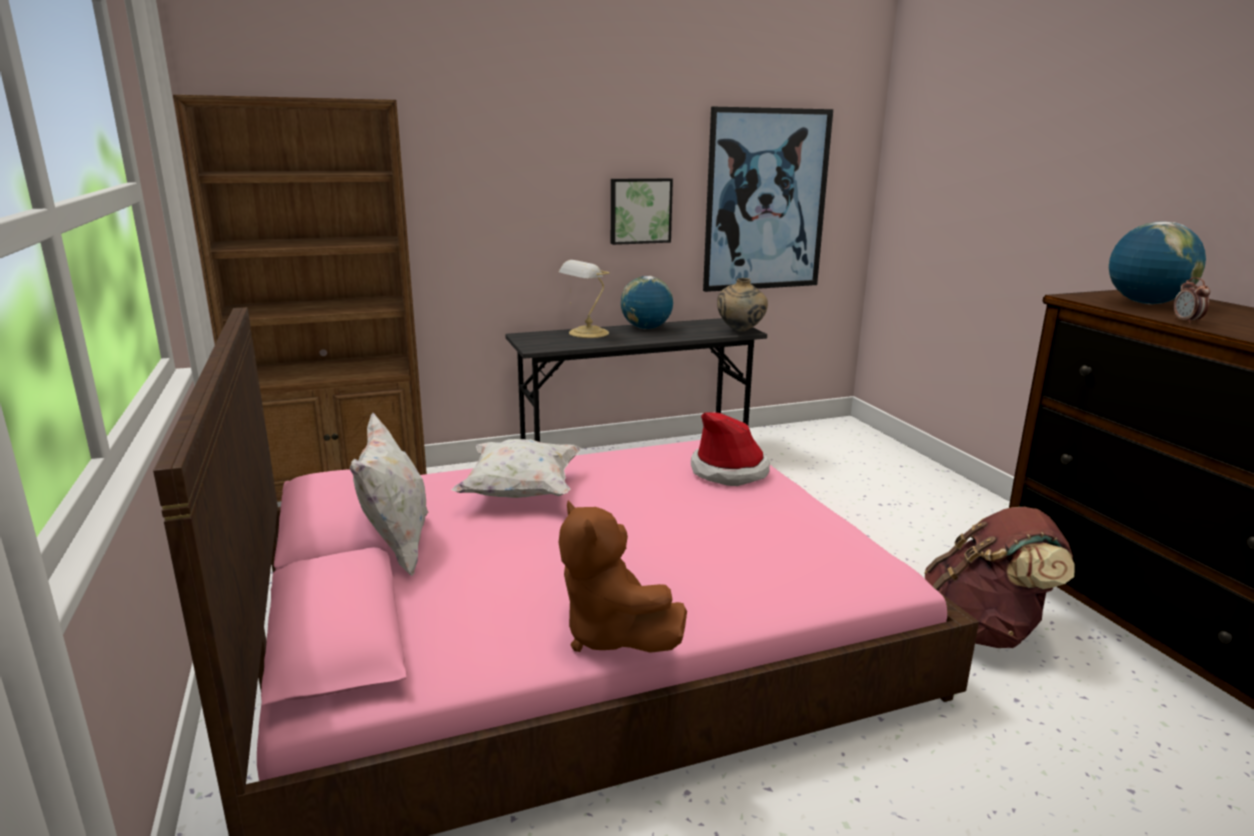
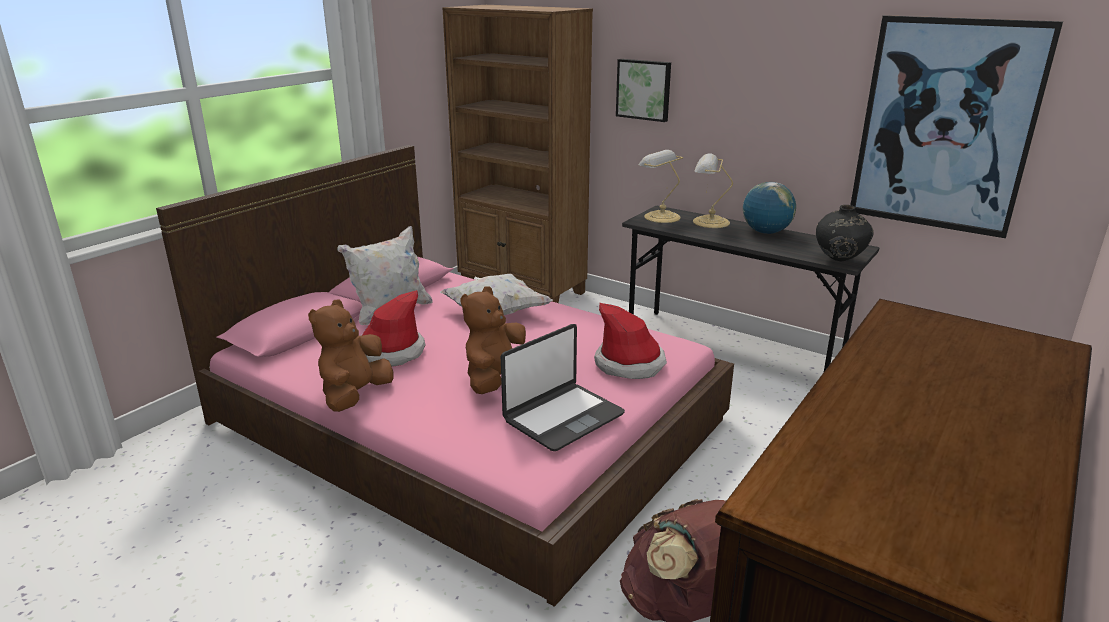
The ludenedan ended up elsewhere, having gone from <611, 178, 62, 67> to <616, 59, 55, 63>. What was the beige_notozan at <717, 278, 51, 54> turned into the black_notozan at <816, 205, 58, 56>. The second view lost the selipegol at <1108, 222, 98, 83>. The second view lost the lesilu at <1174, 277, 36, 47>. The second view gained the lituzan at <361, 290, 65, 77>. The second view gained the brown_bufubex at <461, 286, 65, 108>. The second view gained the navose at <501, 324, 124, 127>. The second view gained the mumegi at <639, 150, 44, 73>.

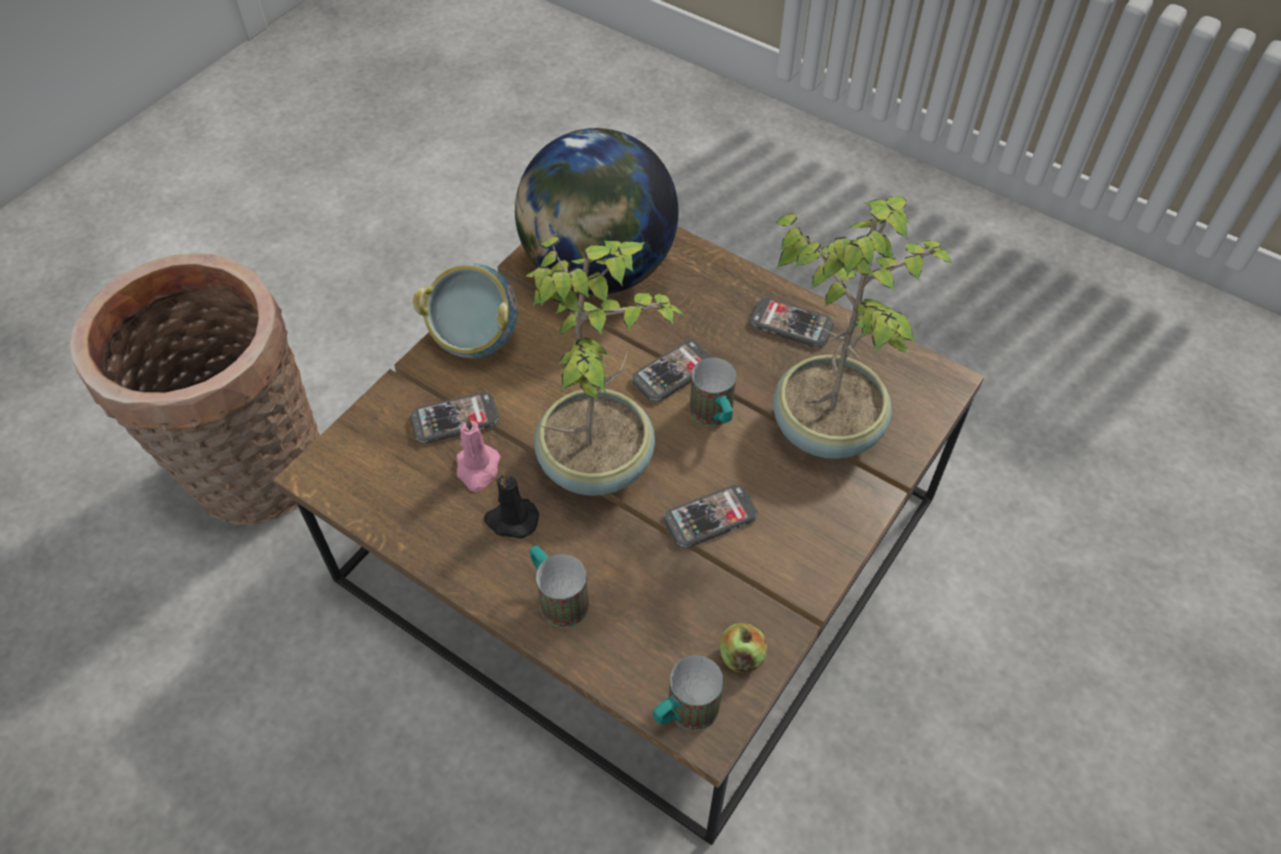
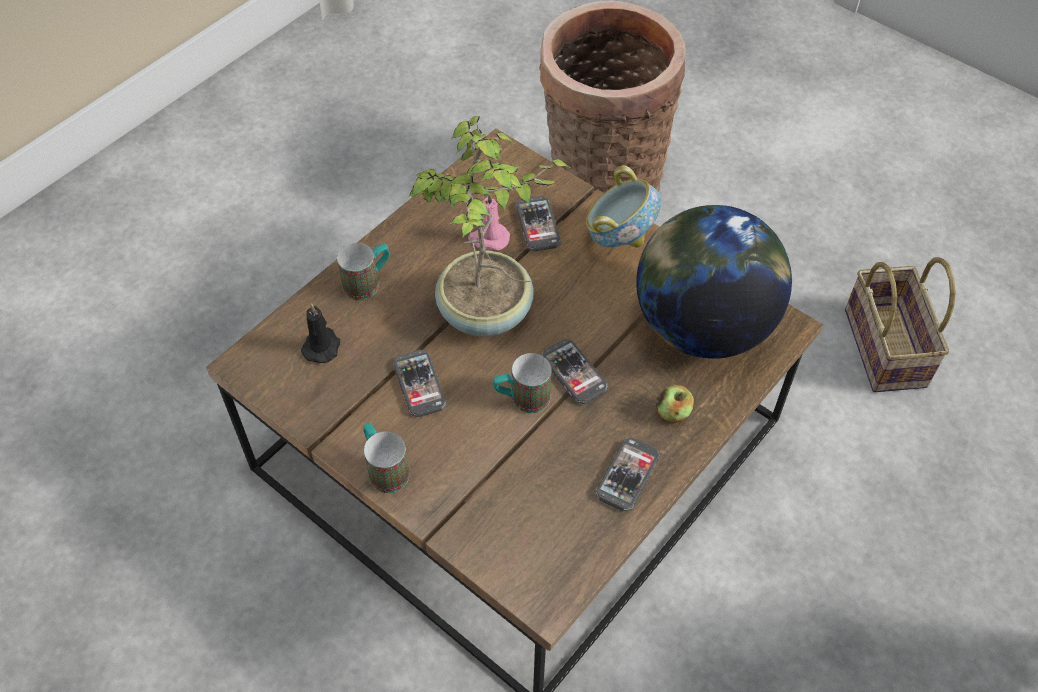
The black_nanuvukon ended up elsewhere, having gone from <484, 471, 55, 68> to <301, 303, 39, 60>. The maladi ended up elsewhere, having gone from <653, 655, 70, 76> to <363, 423, 47, 70>. The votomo ended up elsewhere, having gone from <719, 623, 48, 50> to <656, 385, 38, 38>. The second view lost the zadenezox at <773, 195, 182, 264>. The second view gained the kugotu at <845, 257, 111, 135>.

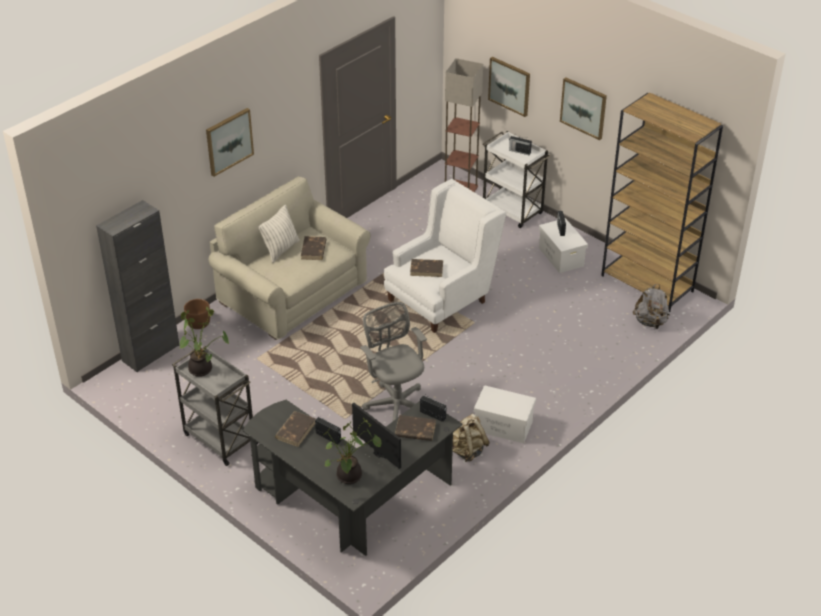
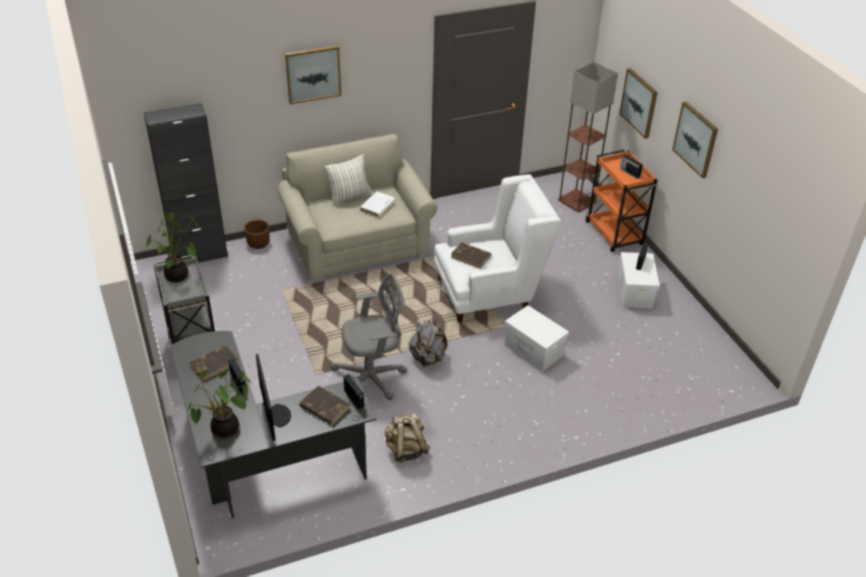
What was the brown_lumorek at <301, 236, 25, 24> turned into the white_lumorek at <360, 191, 35, 26>. The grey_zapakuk at <360, 302, 67, 120> ended up facing another way, 75 degrees clockwise from before. The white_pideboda ended up elsewhere, having gone from <474, 385, 62, 58> to <504, 305, 65, 66>. What was the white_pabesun at <483, 131, 67, 97> turned into the orange_pabesun at <585, 150, 73, 102>. The second view lost the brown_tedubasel at <601, 93, 122, 219>. The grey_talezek ended up elsewhere, having gone from <633, 284, 37, 45> to <409, 318, 38, 49>.

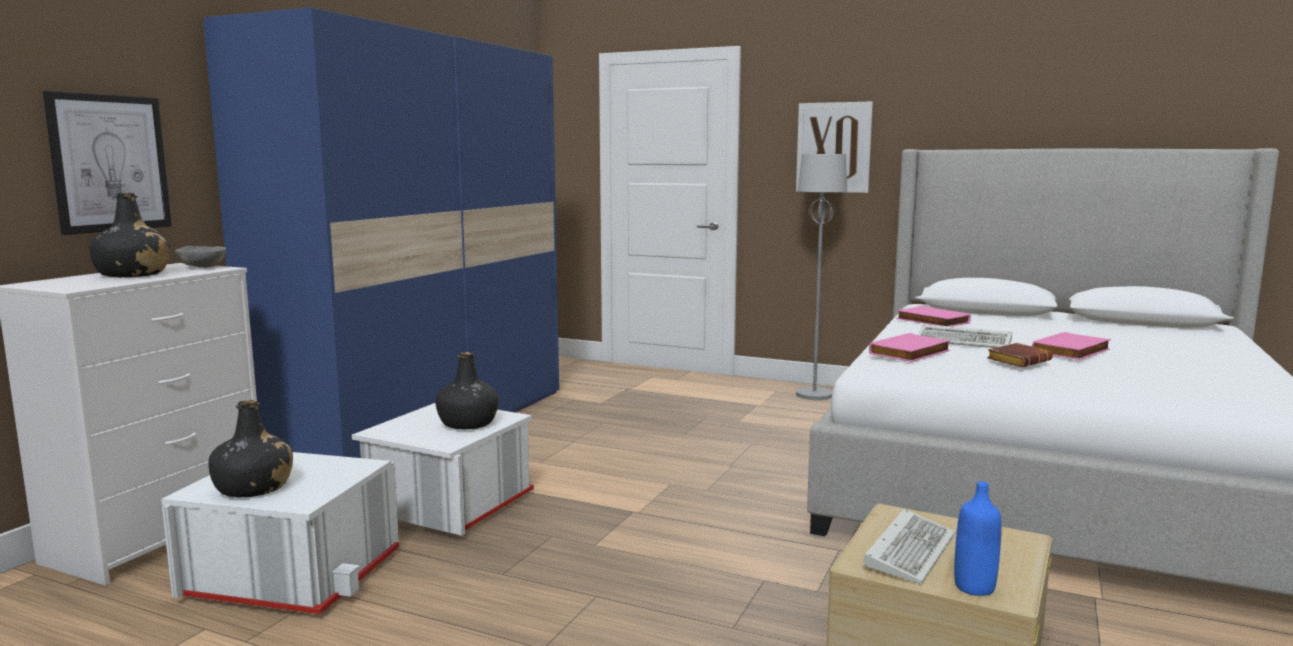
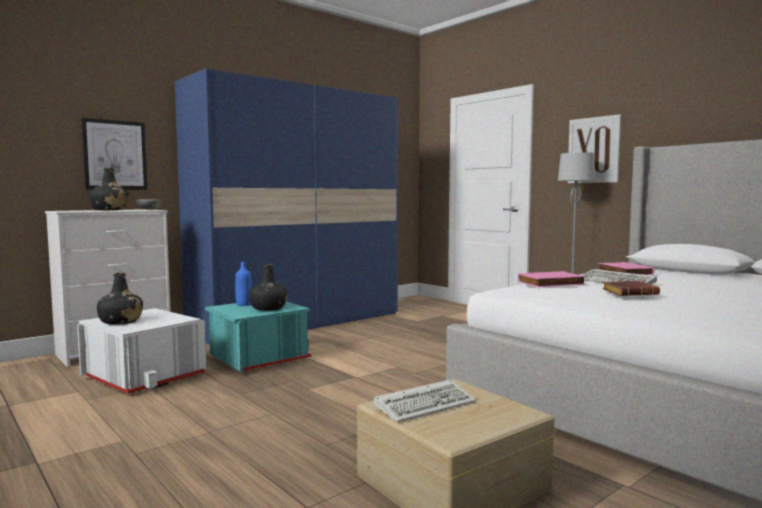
What was the white_pideboda at <352, 403, 182, 133> turned into the turquoise_pideboda at <205, 301, 106, 71>. The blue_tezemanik ended up elsewhere, having gone from <954, 481, 47, 115> to <235, 262, 17, 44>. The second view lost the pink_lumorek at <1032, 332, 79, 28>.

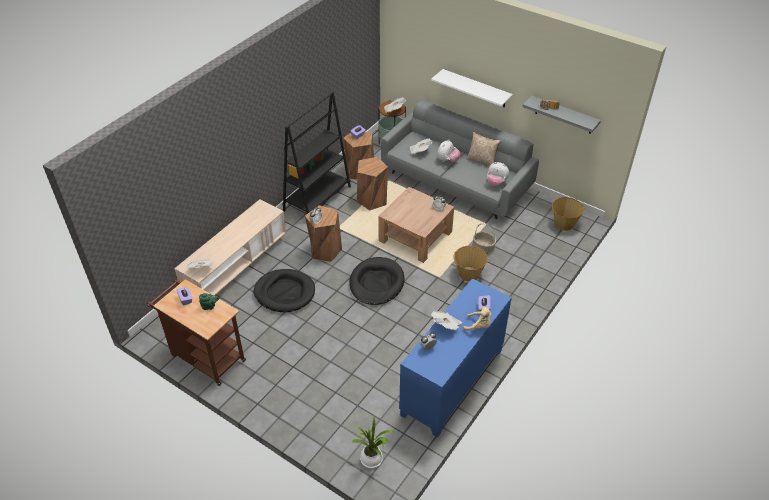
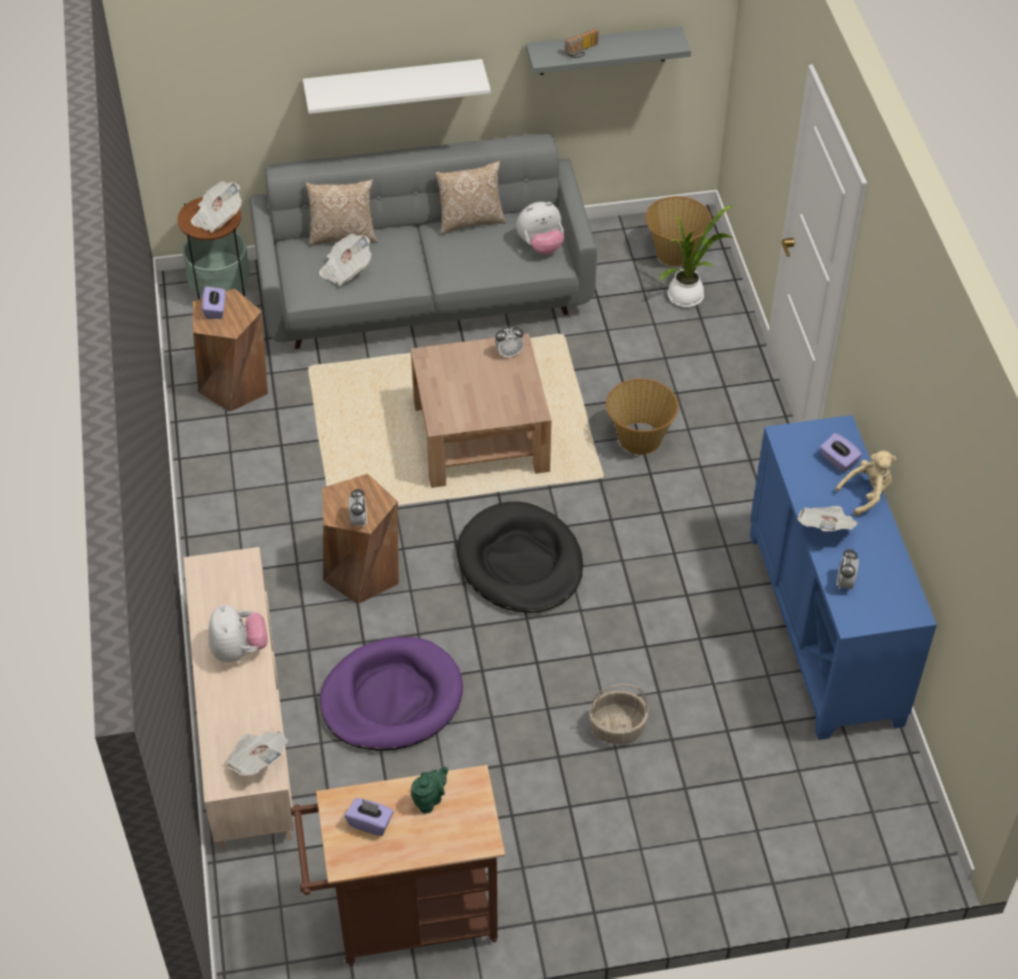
What was the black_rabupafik at <253, 269, 62, 43> turned into the purple_rabupafik at <320, 637, 143, 114>. The second view lost the black_tedubasel at <283, 92, 68, 122>. The zadenezox ended up elsewhere, having gone from <352, 414, 42, 54> to <660, 205, 74, 103>. The second view lost the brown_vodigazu at <357, 157, 31, 54>. The bufubex ended up elsewhere, having gone from <437, 139, 23, 23> to <209, 605, 59, 57>. The kugotu ended up elsewhere, having gone from <473, 223, 23, 30> to <589, 684, 59, 60>. The second view gained the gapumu at <305, 180, 73, 66>.

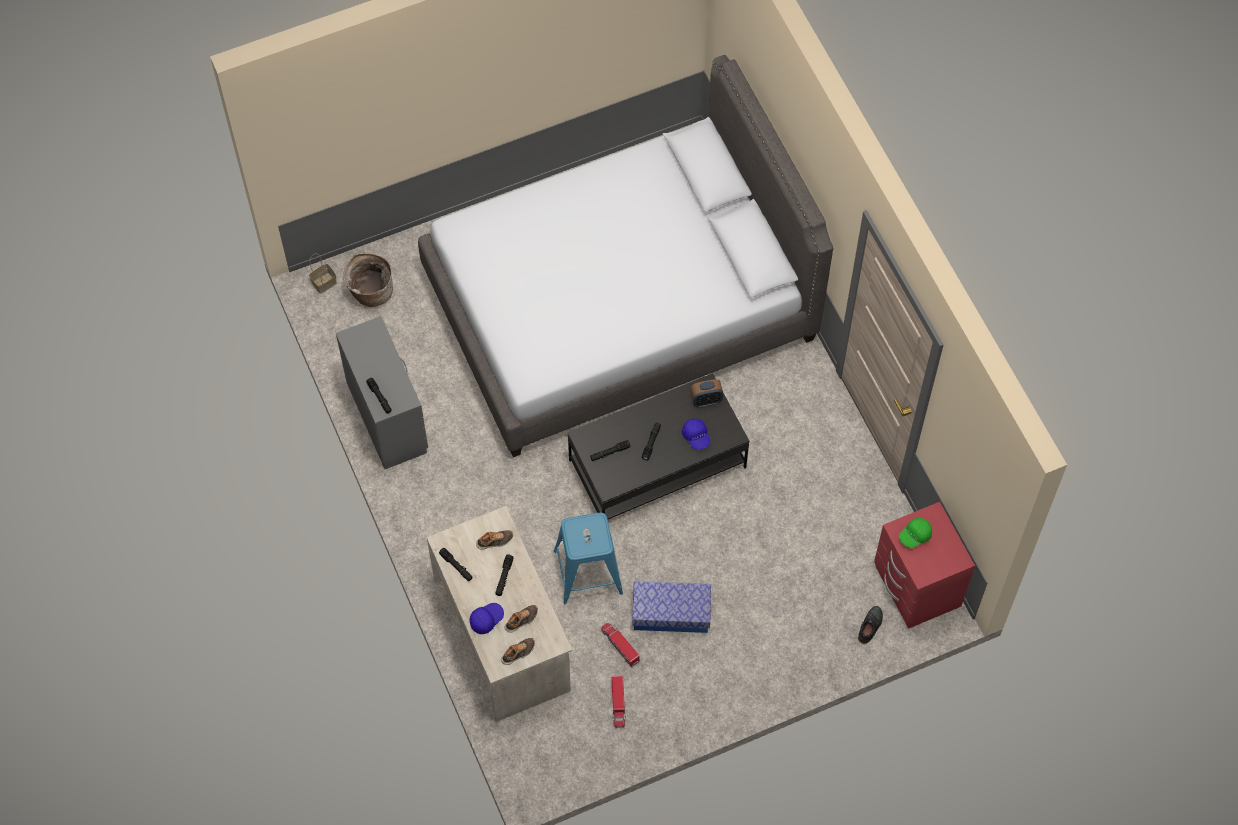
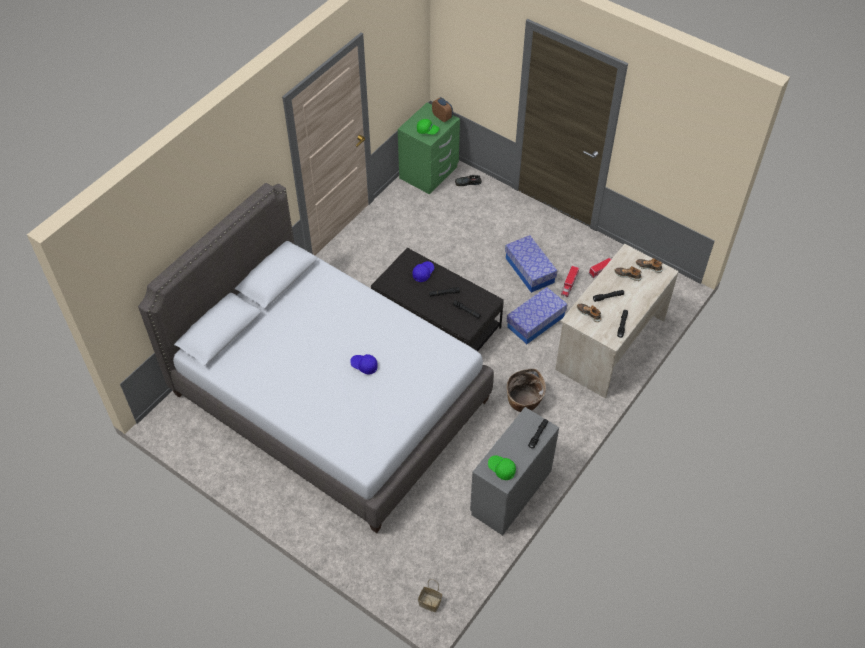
The kugotu ended up elsewhere, having gone from <343, 253, 50, 54> to <507, 369, 39, 43>. The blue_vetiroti ended up elsewhere, having gone from <469, 603, 35, 31> to <350, 354, 28, 21>. Where the blue_vodigazu stood at <553, 513, 70, 91>, the pideboda came to stand at <507, 287, 61, 57>. The lesilu ended up elsewhere, having gone from <690, 379, 33, 28> to <432, 97, 21, 25>. What was the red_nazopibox at <874, 502, 101, 127> turned into the green_nazopibox at <398, 102, 62, 92>. The second view gained the green_vetiroti at <488, 455, 28, 25>.

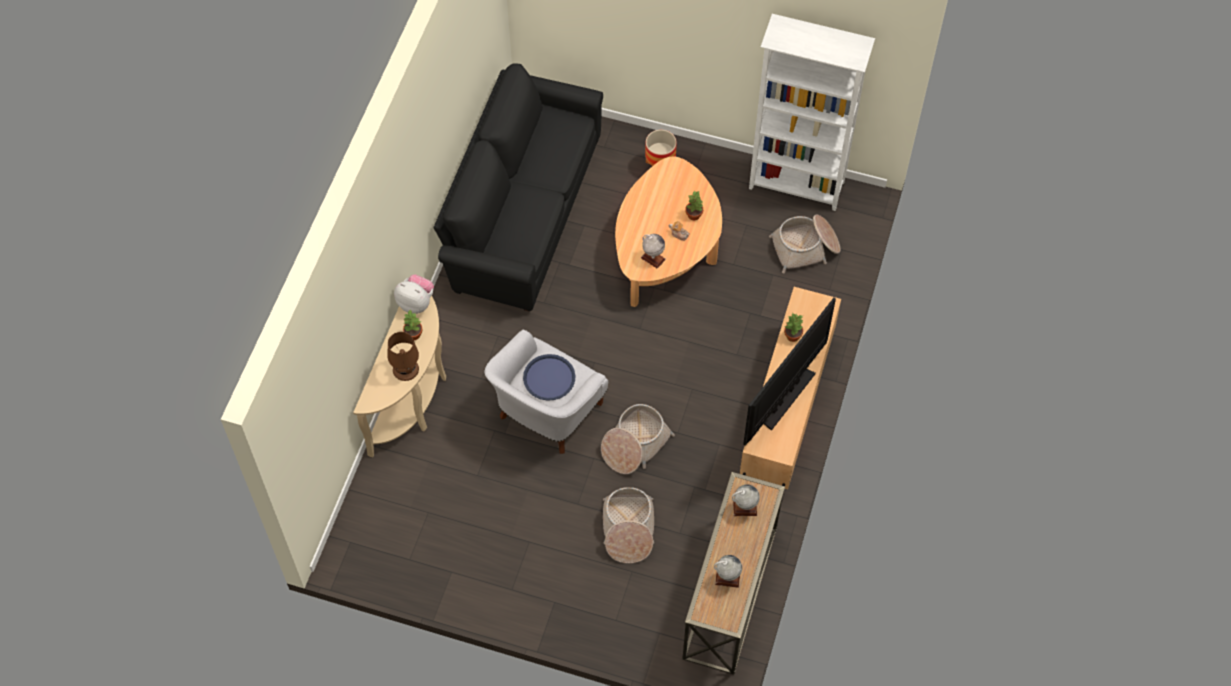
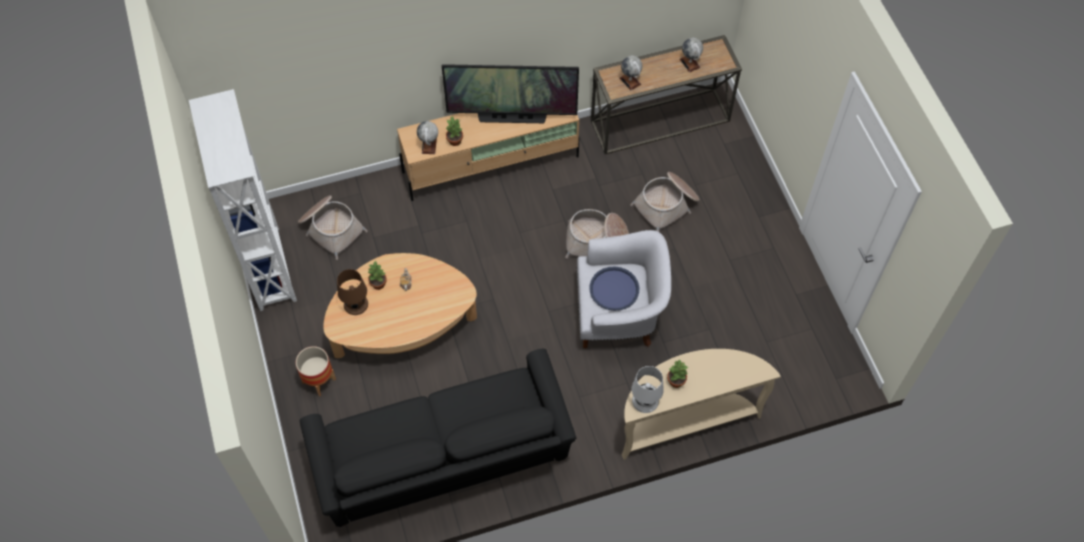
The brown_mumegi ended up elsewhere, having gone from <388, 332, 31, 49> to <337, 269, 31, 46>. Where the bufubex stood at <394, 275, 40, 39>, the white_mumegi came to stand at <632, 366, 32, 47>. The selipegol ended up elsewhere, having gone from <641, 234, 25, 35> to <417, 121, 21, 33>.

